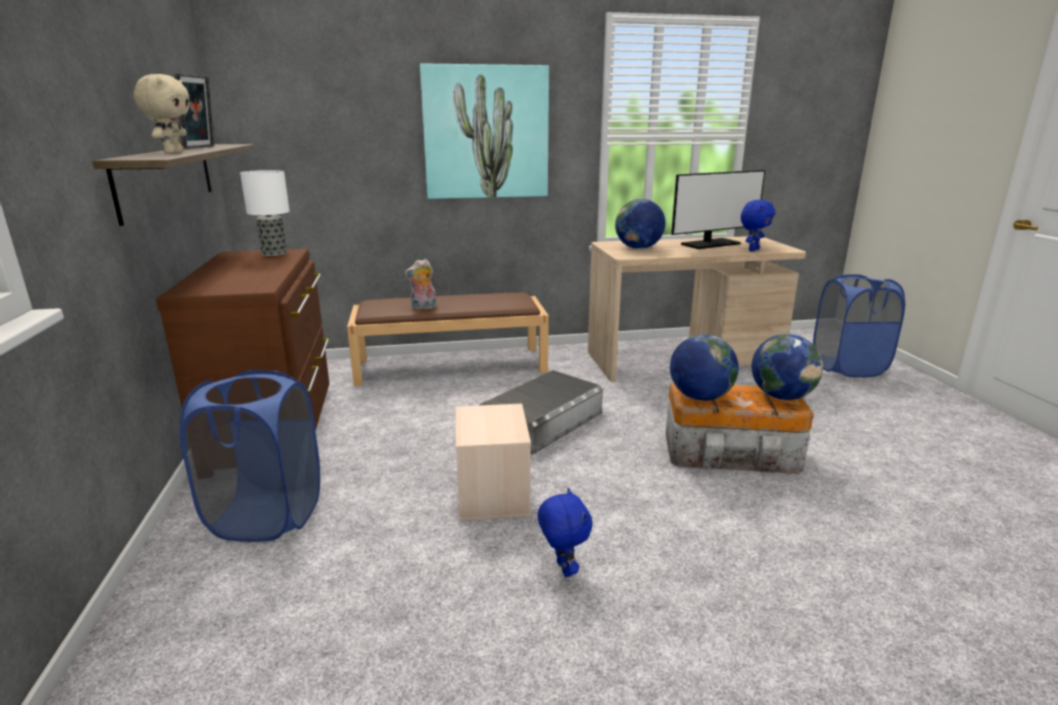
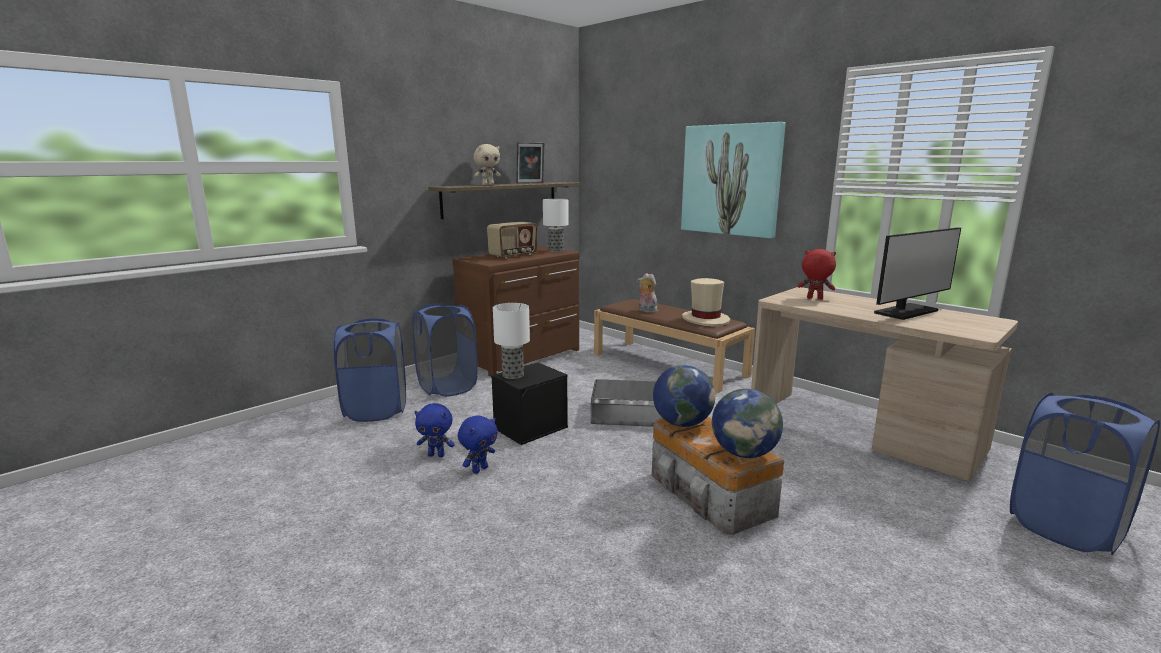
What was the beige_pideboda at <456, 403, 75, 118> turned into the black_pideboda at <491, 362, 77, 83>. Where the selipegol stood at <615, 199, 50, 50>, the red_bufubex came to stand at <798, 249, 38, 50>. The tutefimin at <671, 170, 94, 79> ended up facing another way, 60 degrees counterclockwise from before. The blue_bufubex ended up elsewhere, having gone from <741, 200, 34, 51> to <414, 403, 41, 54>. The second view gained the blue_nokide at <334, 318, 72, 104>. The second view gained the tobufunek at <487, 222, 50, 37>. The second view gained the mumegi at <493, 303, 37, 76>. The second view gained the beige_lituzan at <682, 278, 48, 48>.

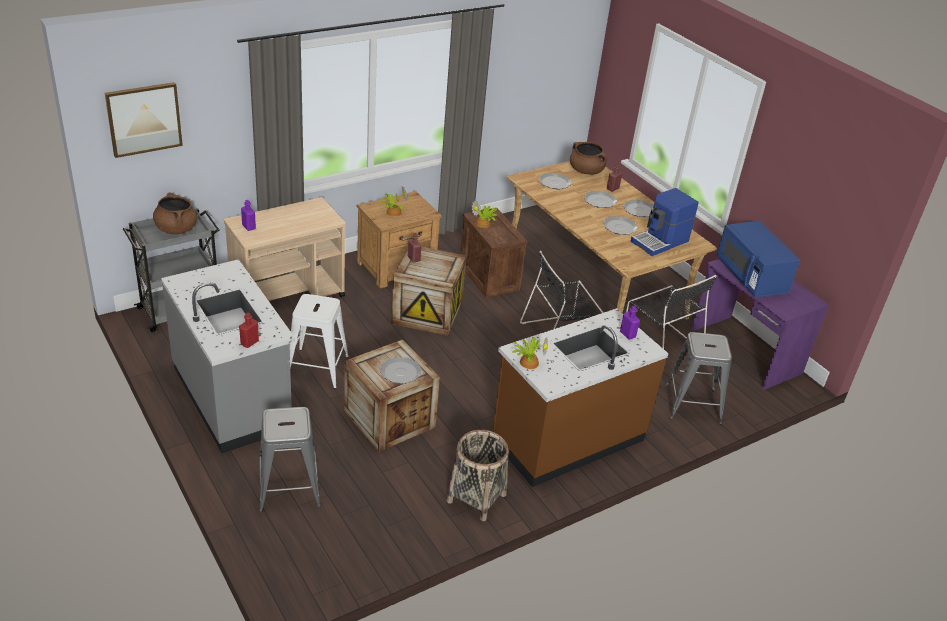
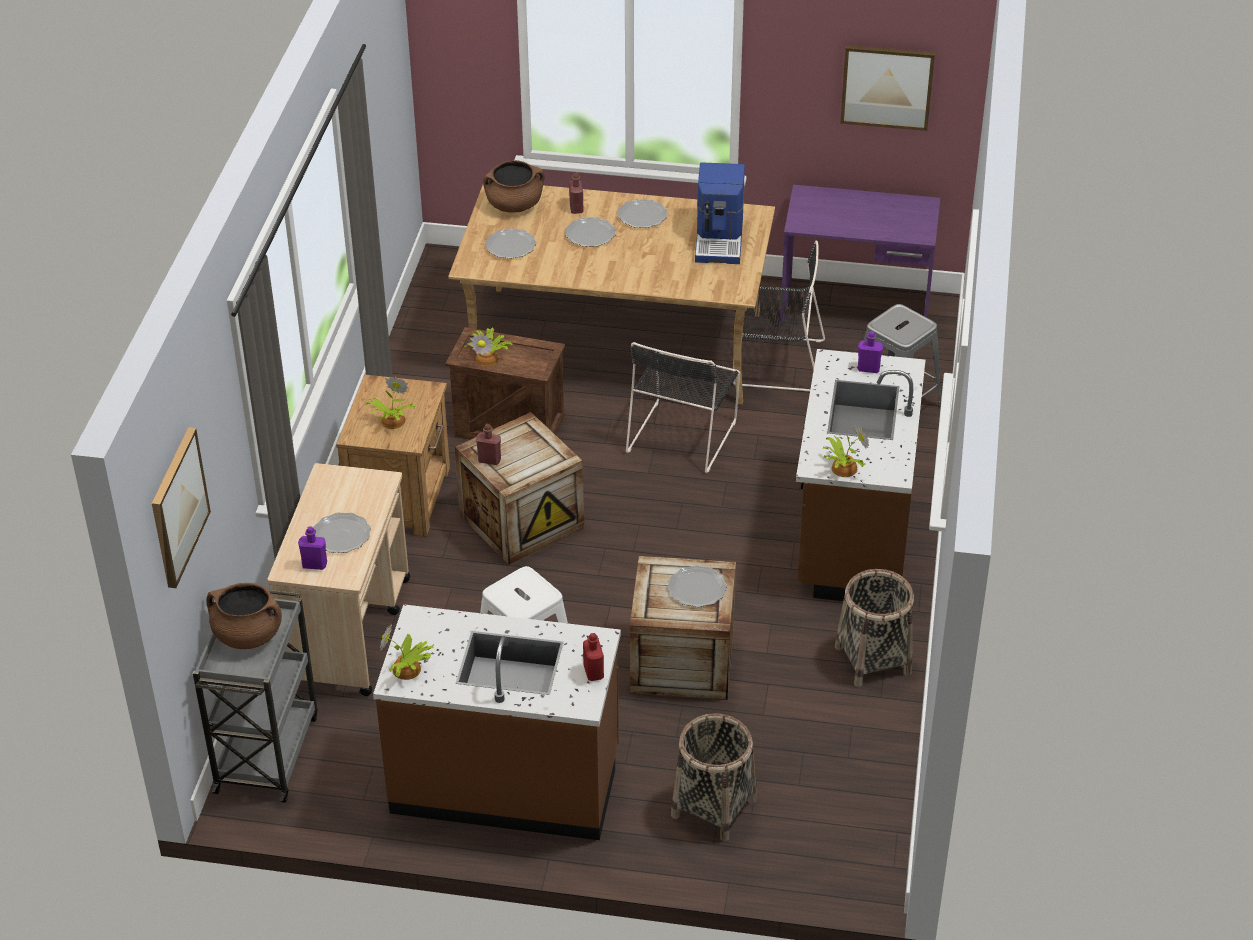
What was the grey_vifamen at <161, 259, 134, 194> turned into the brown_vifamen at <373, 604, 248, 236>. Where the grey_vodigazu stood at <258, 407, 63, 105>, the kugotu came to stand at <671, 713, 85, 128>. The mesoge ended up elsewhere, having gone from <603, 216, 35, 19> to <313, 512, 58, 41>. The second view lost the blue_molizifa at <717, 221, 83, 76>. The second view gained the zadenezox at <380, 624, 54, 56>. The second view gained the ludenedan at <840, 45, 95, 86>.

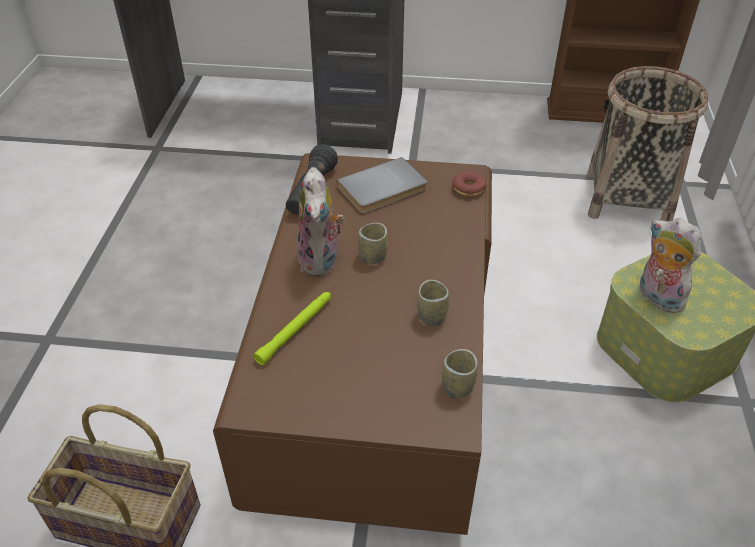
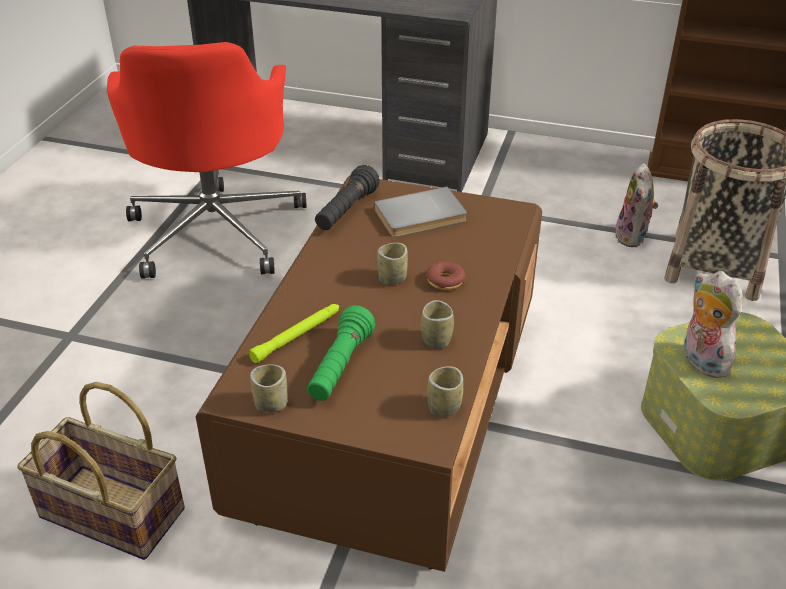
The bufubex ended up elsewhere, having gone from <297, 167, 48, 109> to <614, 163, 44, 84>. The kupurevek ended up elsewhere, having gone from <452, 171, 35, 25> to <425, 261, 40, 29>. The second view gained the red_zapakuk at <107, 42, 200, 237>. The second view gained the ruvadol at <250, 365, 38, 48>. The second view gained the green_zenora at <307, 305, 68, 96>.

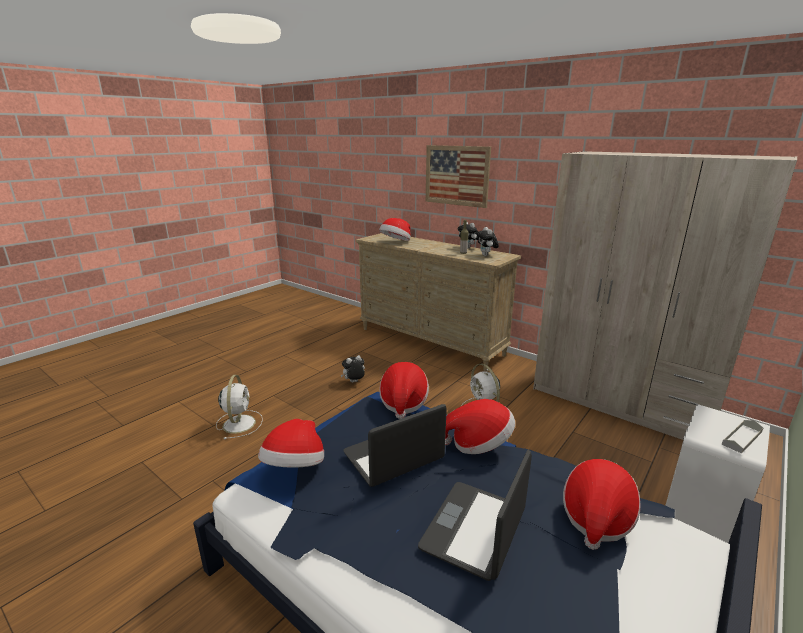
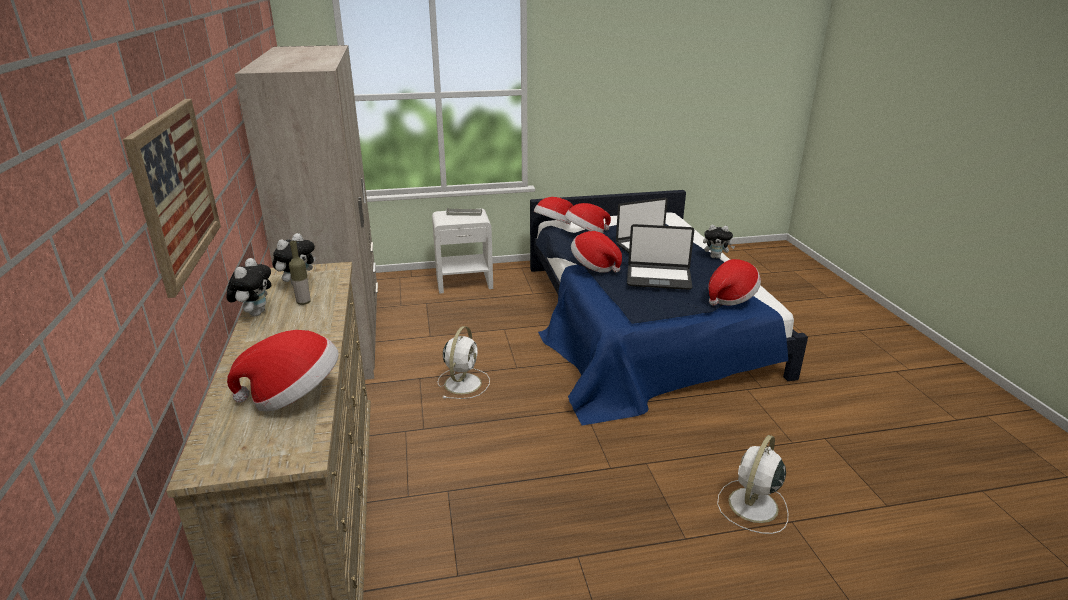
The bufubex ended up elsewhere, having gone from <341, 355, 24, 27> to <703, 225, 32, 34>. The lituzan ended up elsewhere, having gone from <379, 362, 50, 57> to <534, 197, 39, 27>.

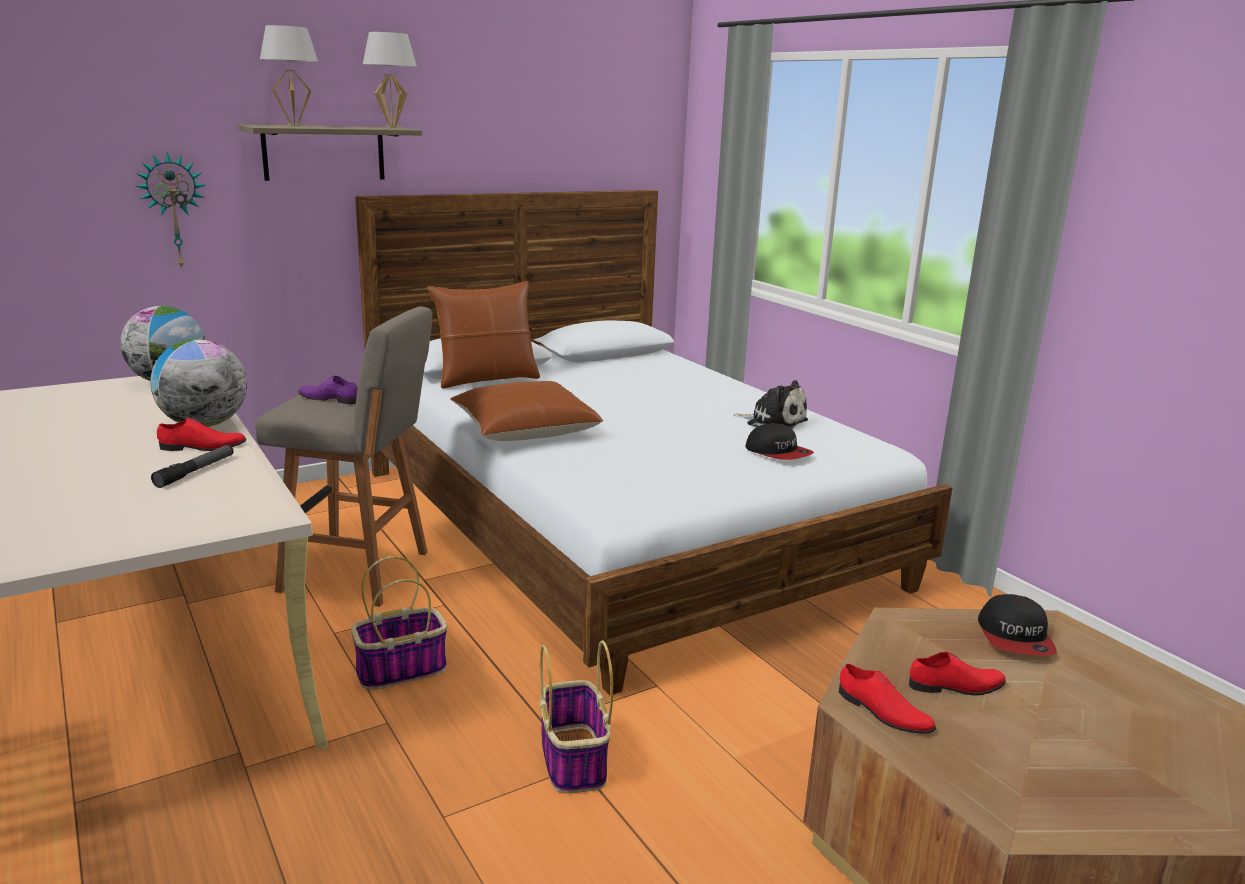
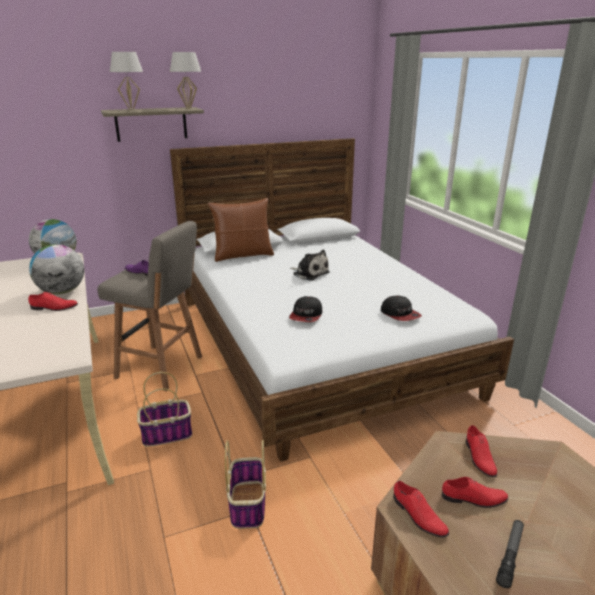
The second view lost the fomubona at <136, 152, 70, 118>. The zenora ended up elsewhere, having gone from <151, 445, 82, 43> to <496, 520, 28, 68>. The second view lost the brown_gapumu at <450, 381, 153, 60>. The bufubex ended up elsewhere, having gone from <734, 380, 74, 49> to <290, 250, 40, 31>. The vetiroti ended up elsewhere, having gone from <978, 594, 79, 62> to <289, 296, 33, 26>. The second view gained the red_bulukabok at <466, 425, 31, 52>.

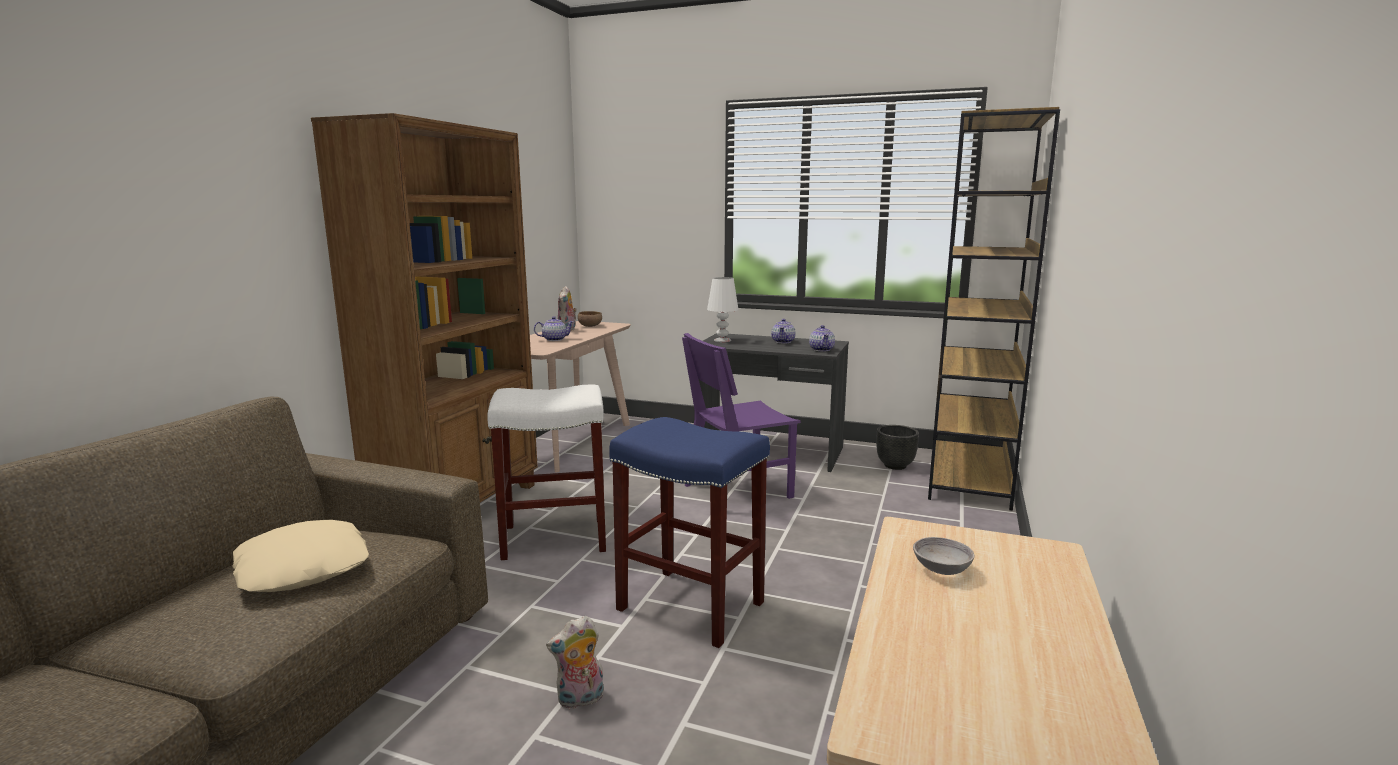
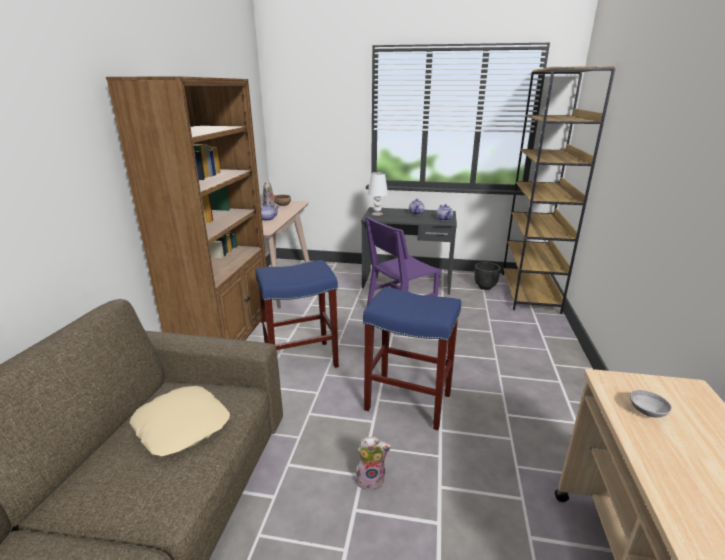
What was the white_vodigazu at <487, 385, 119, 175> turned into the blue_vodigazu at <255, 260, 84, 108>. The bufubex at <546, 616, 58, 93> ended up facing another way, 150 degrees counterclockwise from before.

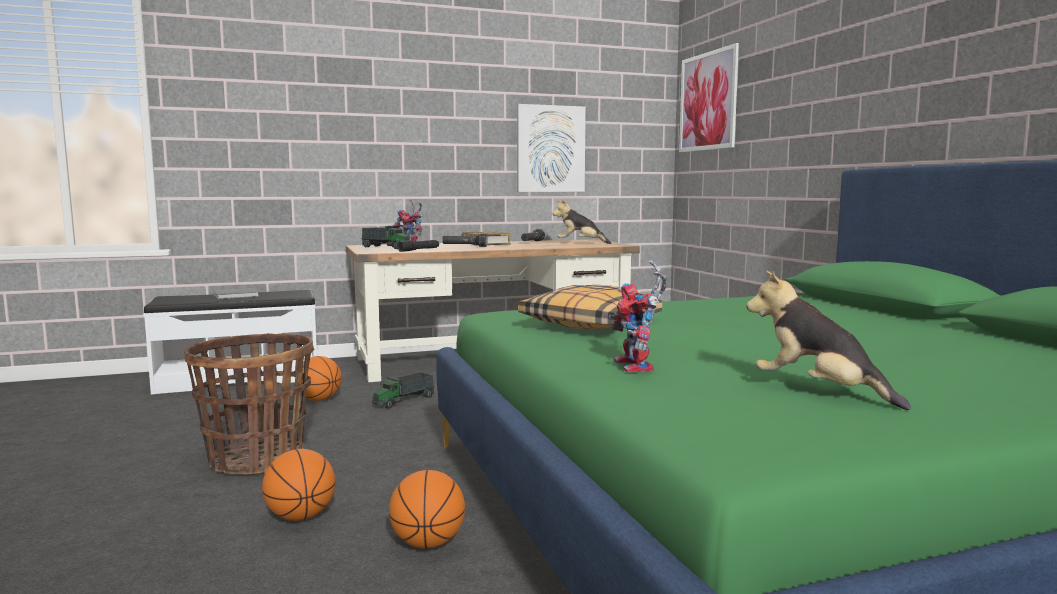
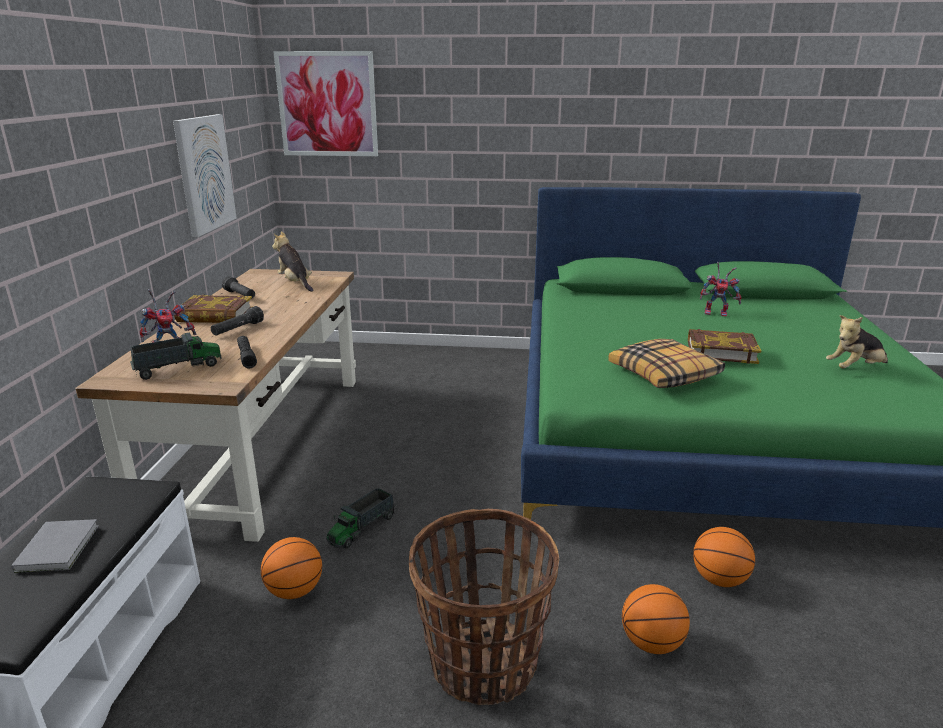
The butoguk at <372, 372, 63, 37> ended up facing another way, 60 degrees clockwise from before. The bufubex at <553, 199, 58, 45> ended up facing another way, 105 degrees clockwise from before. The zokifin ended up elsewhere, having gone from <609, 260, 58, 112> to <700, 262, 41, 55>. The second view gained the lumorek at <688, 329, 73, 35>.

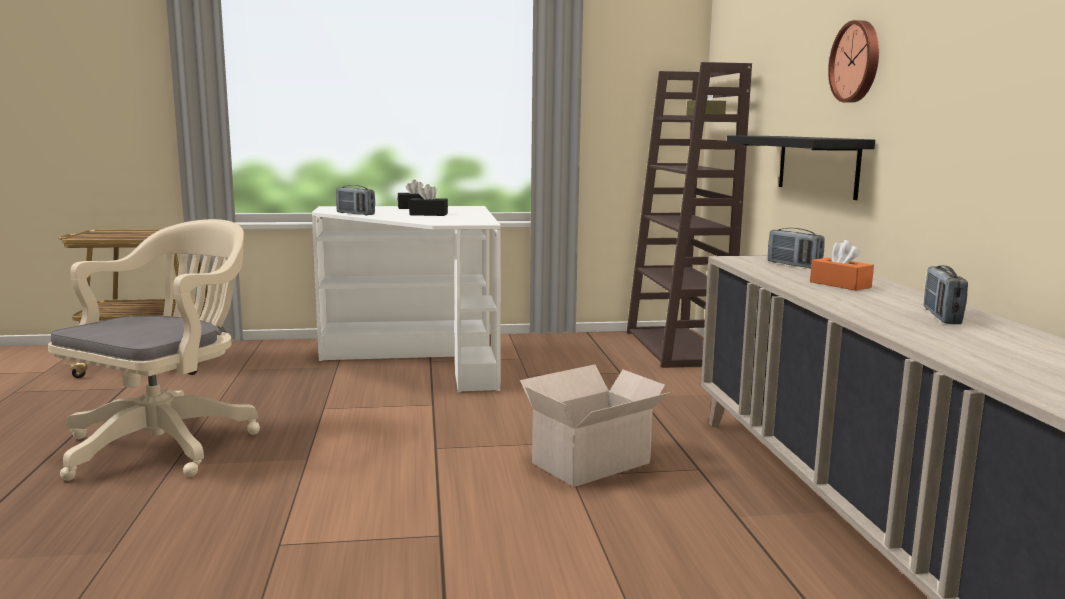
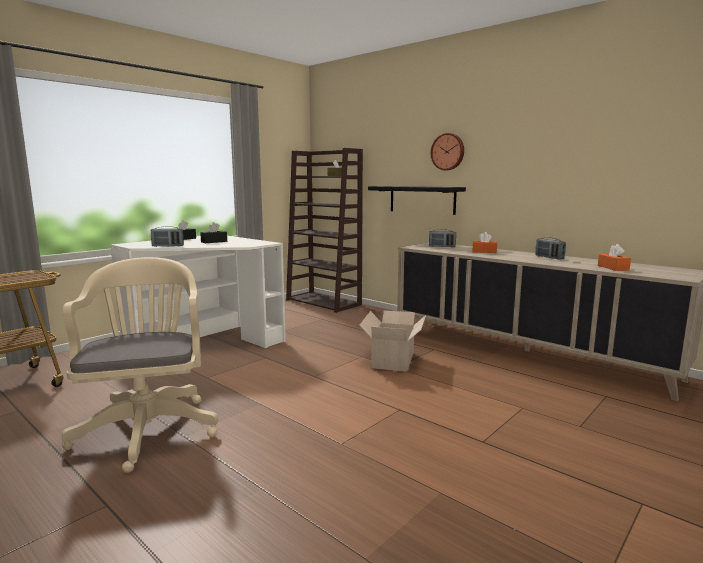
The second view gained the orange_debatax at <598, 244, 33, 27>.

